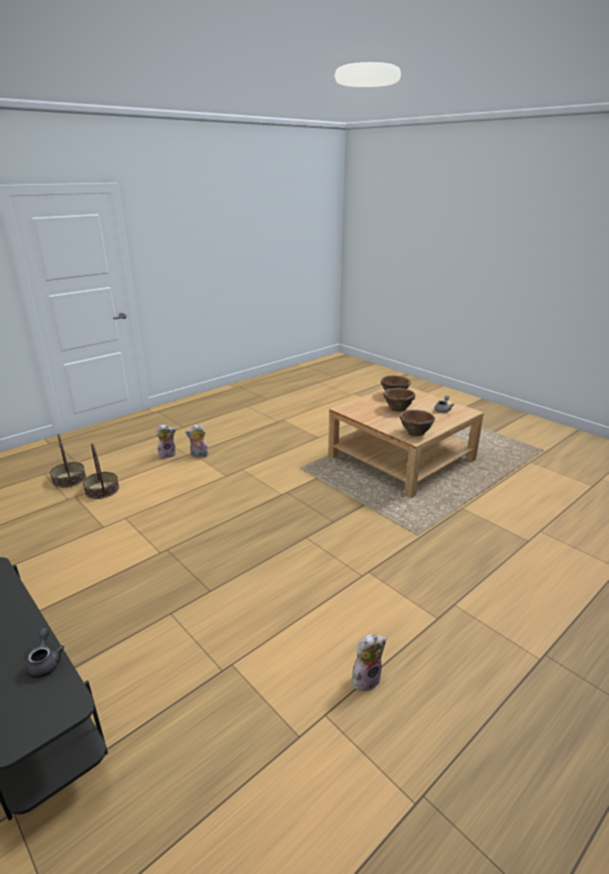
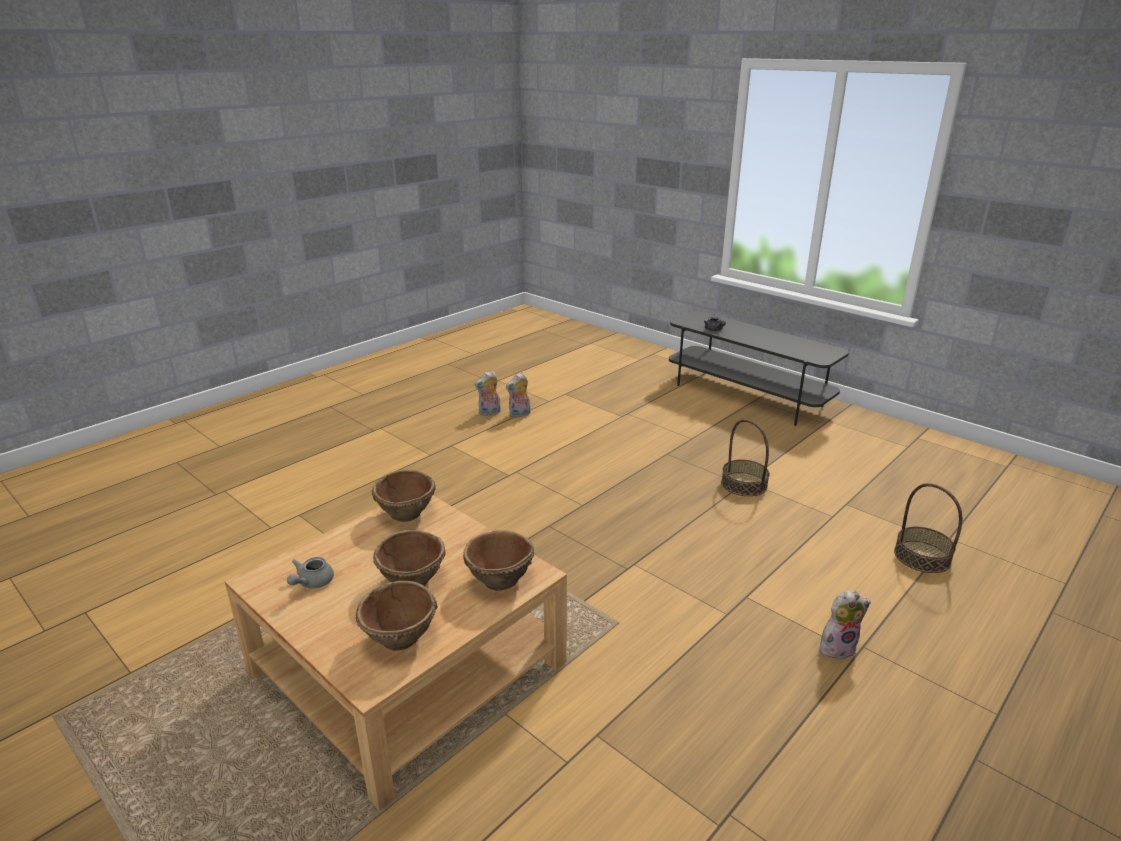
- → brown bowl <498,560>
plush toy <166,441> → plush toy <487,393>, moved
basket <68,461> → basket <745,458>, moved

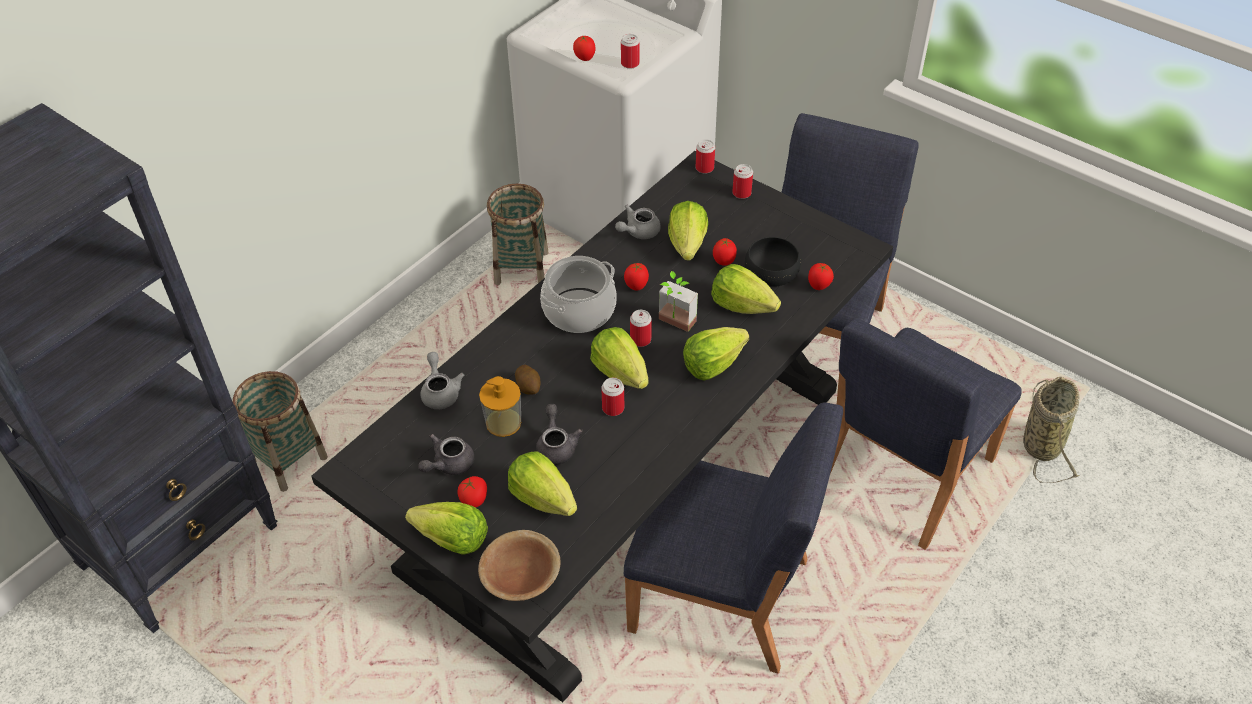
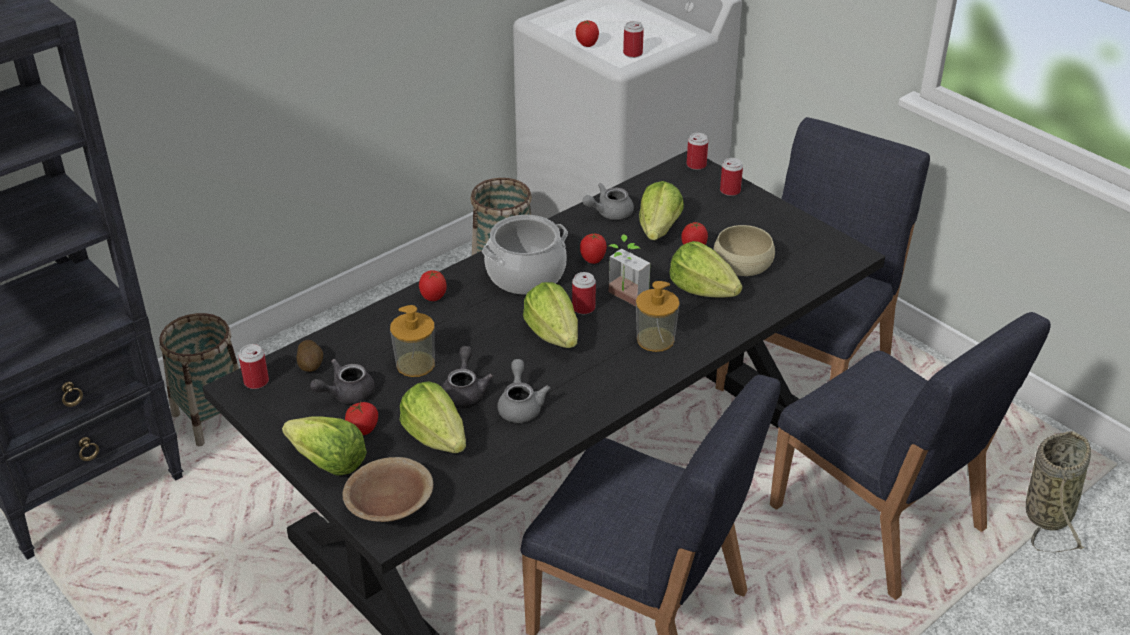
can <612,397> → can <254,366>, moved
potato <527,380> → potato <310,356>, moved
tomato <821,276> → tomato <432,285>, moved
grey teapot <442,380> → grey teapot <524,391>, moved
lettuce <716,354> → soap dispenser <658,316>
black bowl <773,262> → beige bowl <744,250>
blue chair <926,434> → blue chair <910,456>, 90 degrees counterclockwise

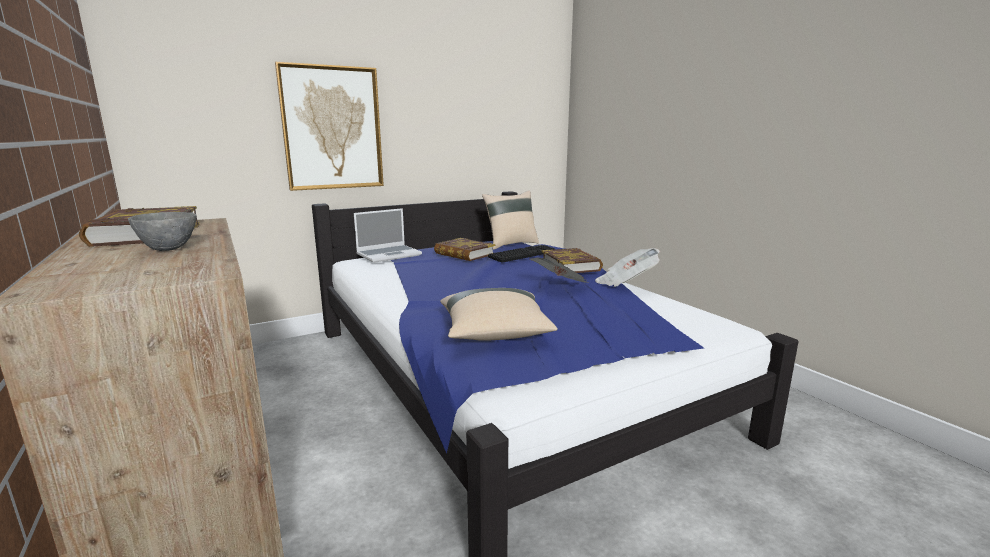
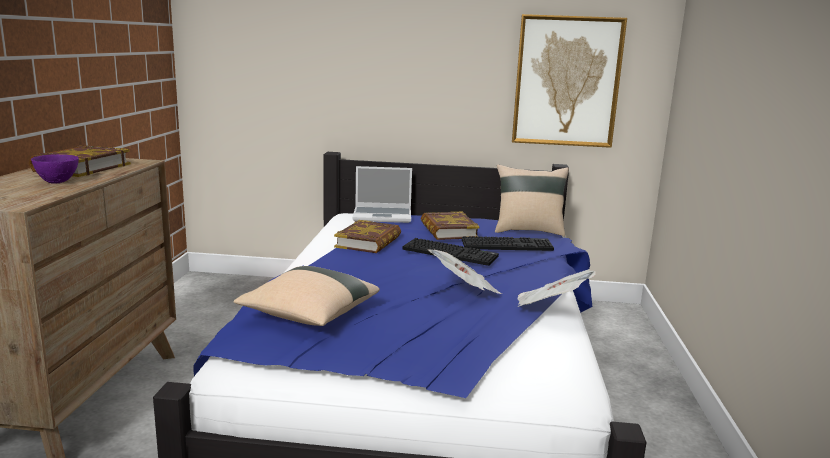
grey bowl <162,231> → purple bowl <55,169>
book <572,260> → book <367,236>, moved
- → keyboard <451,252>
picture <329,126> → picture <569,81>, moved

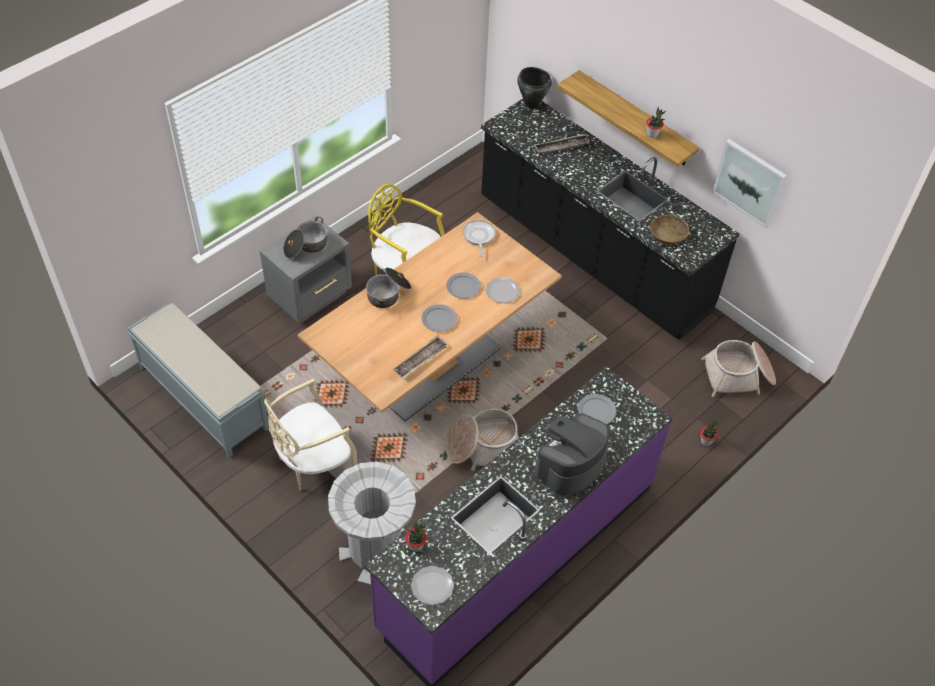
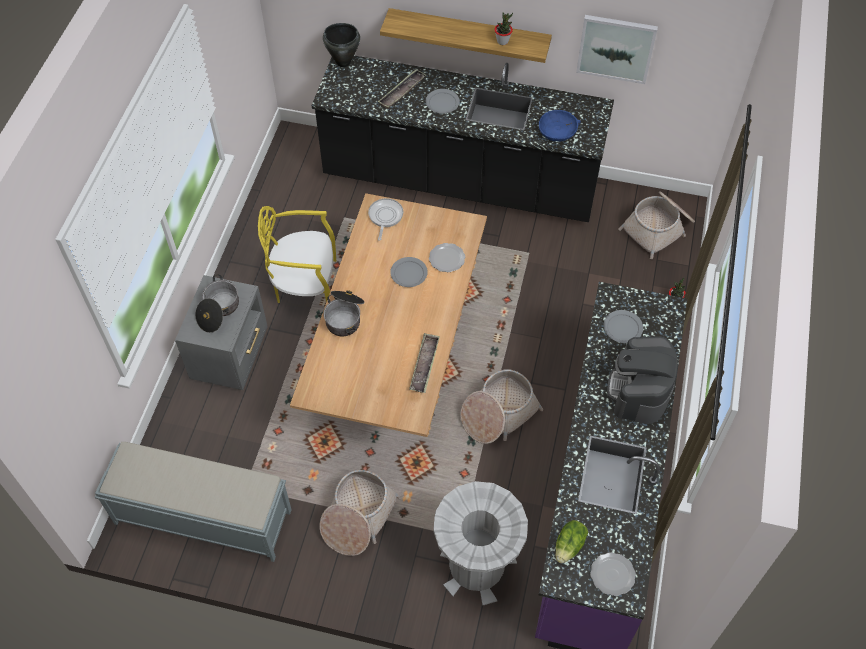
beige chair <310,435> → basket <360,513>
frying pan <479,238> → frying pan <385,219>, 45 degrees clockwise
grey plate <439,318> → grey plate <443,101>, moved
brown bowl <671,230> → blue bowl <560,126>
potted plant <416,537> → lettuce <571,542>

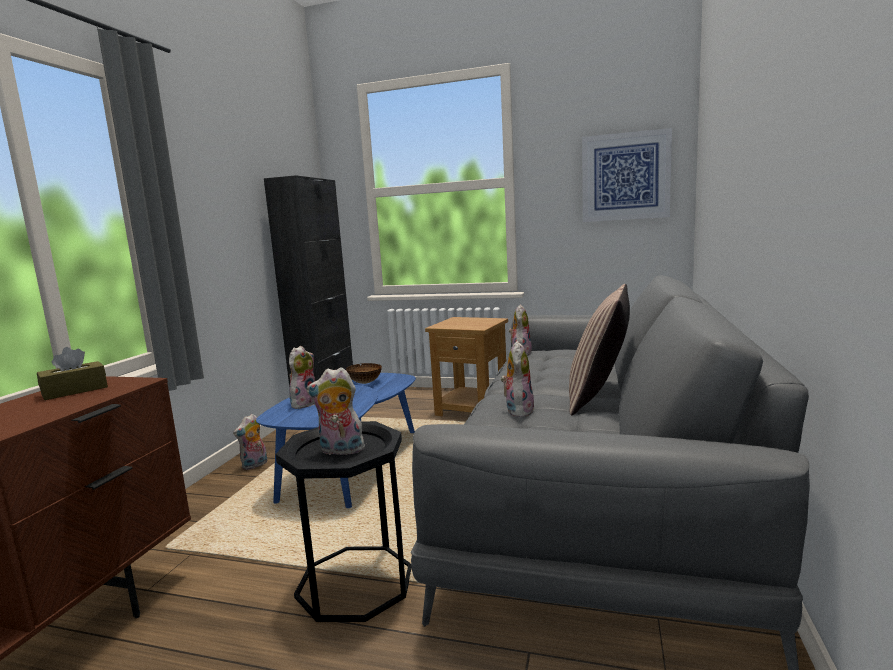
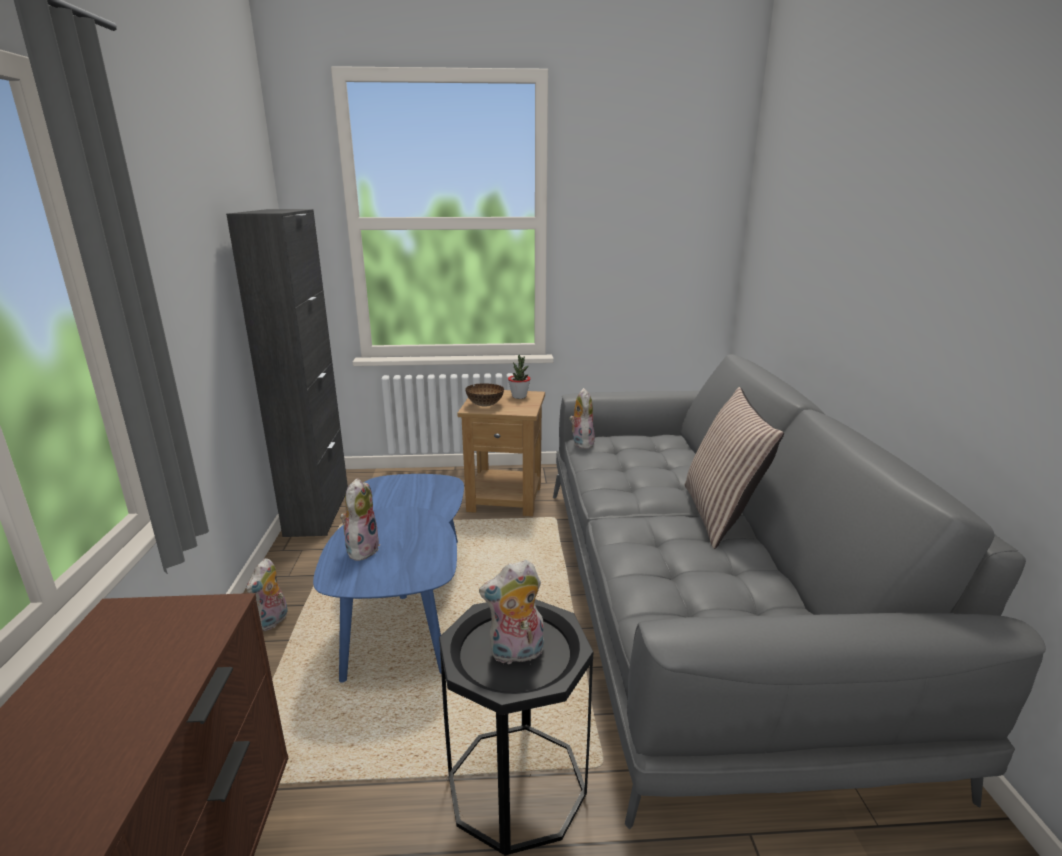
bowl <364,373> → bowl <484,395>, moved
- → potted plant <519,377>
brown tissue box <72,373> → -
plush toy <517,379> → -
picture <627,175> → -

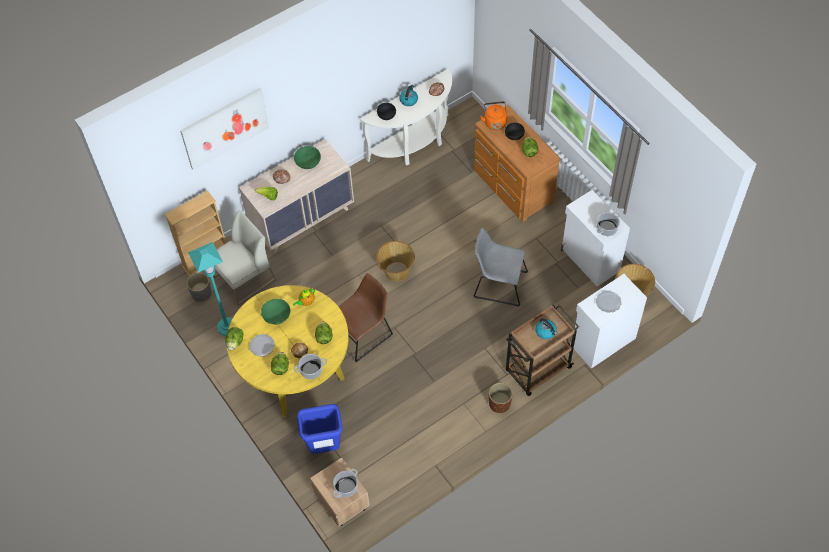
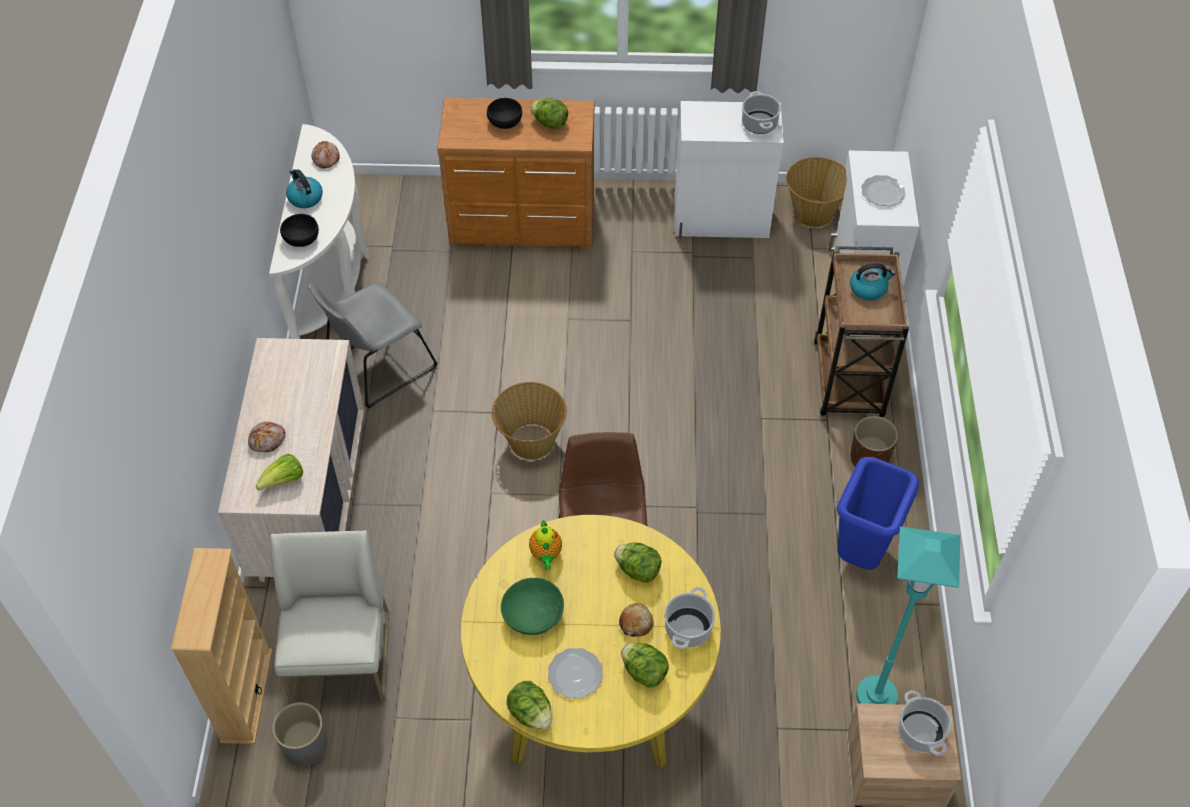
grey chair <501,267> → grey chair <373,345>, moved
blue trash can <320,429> → blue trash can <877,513>, moved
turquoise floor lamp <210,289> → turquoise floor lamp <908,615>, moved
picture <224,129> → -
green bowl <307,157> → -
orange kettle <493,116> → -

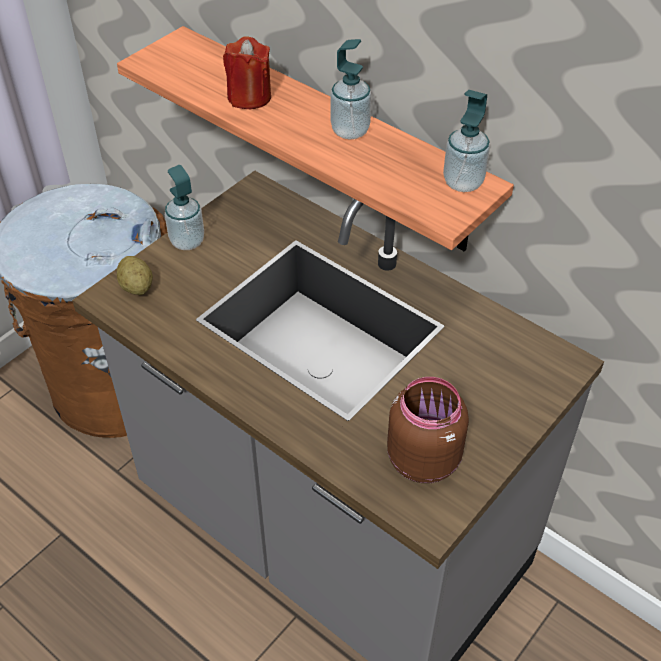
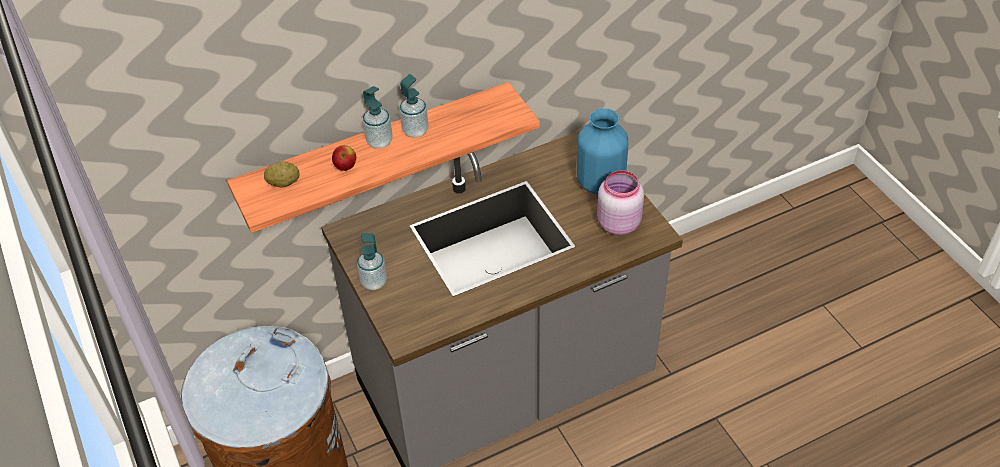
potato <135,275> → potato <282,175>, moved
red candle <247,72> → apple <344,158>
soap dispenser <466,141> → soap dispenser <378,117>, moved
- → blue vase <602,151>
brown jar <428,430> → pink jar <620,202>

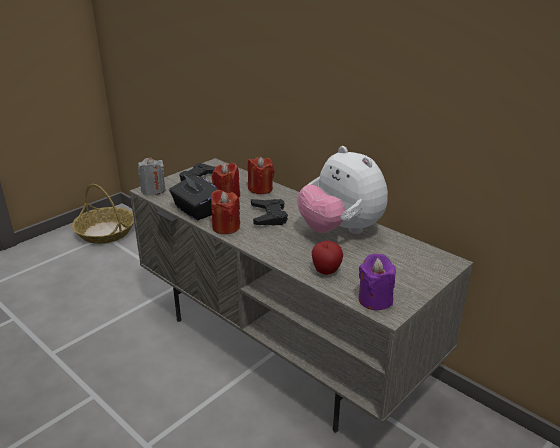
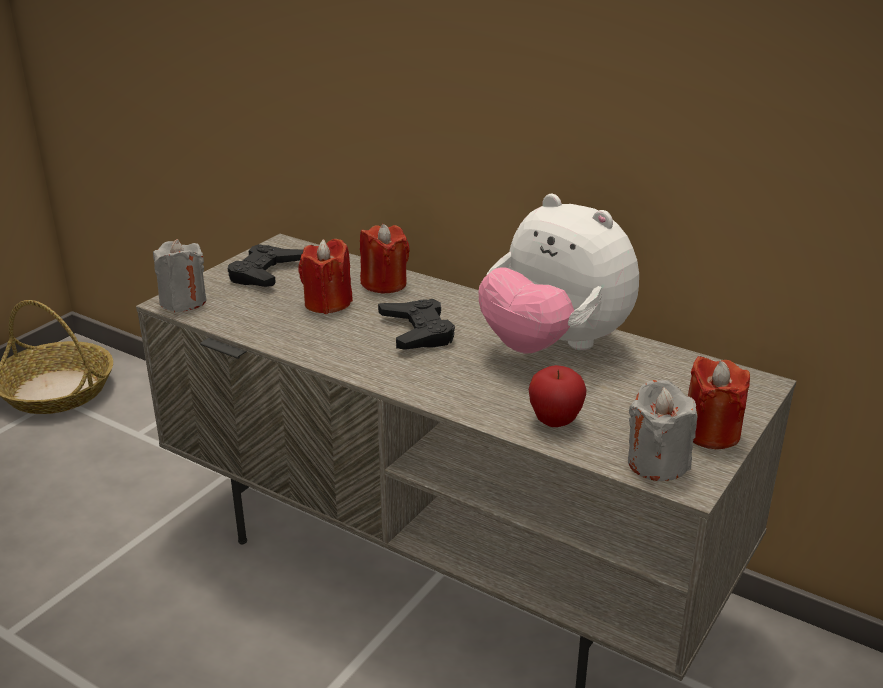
purple candle <377,281> → grey candle <662,430>
red candle <225,212> → red candle <719,402>, moved
black tissue box <194,196> → -

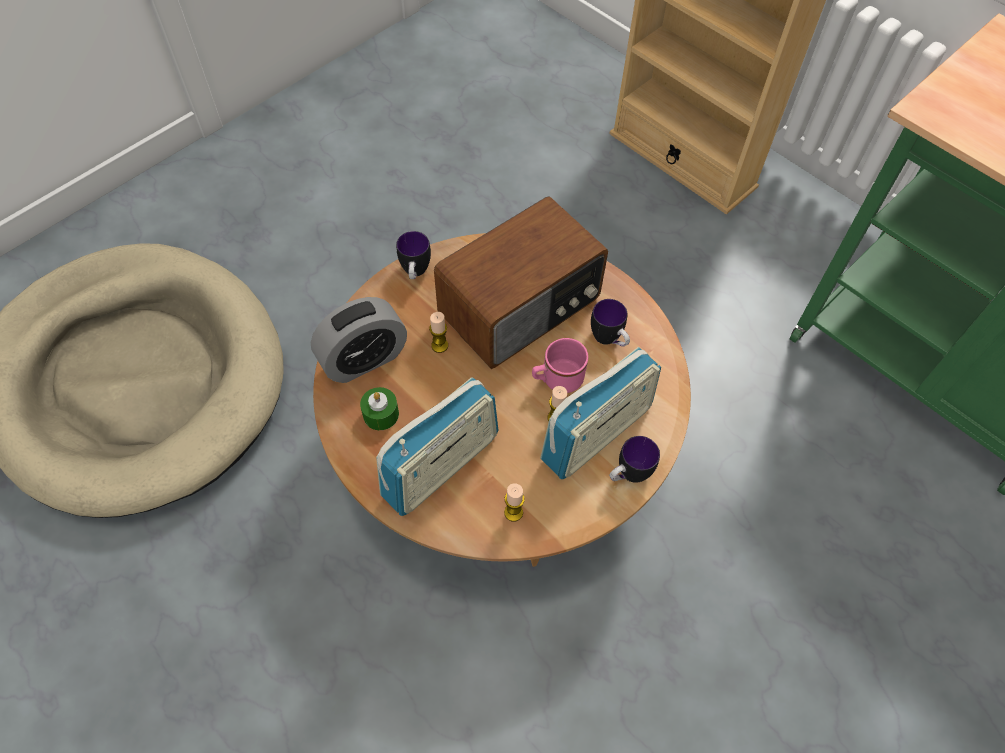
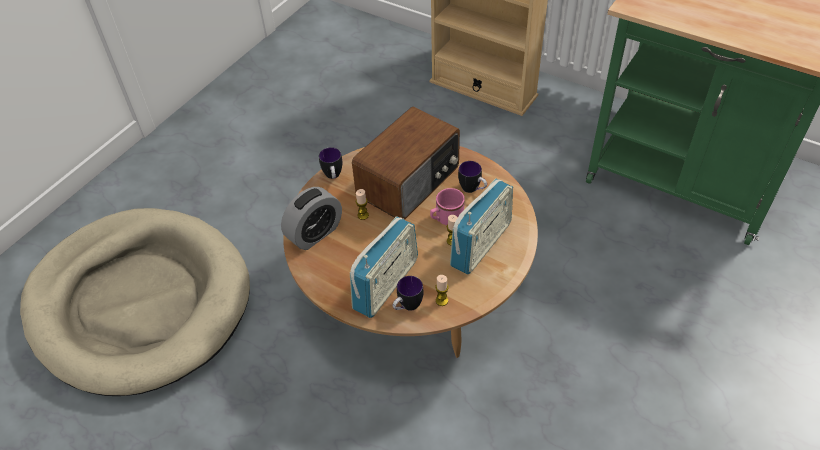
mug <634,459> → mug <407,293>, moved
green candle <379,408> → -

